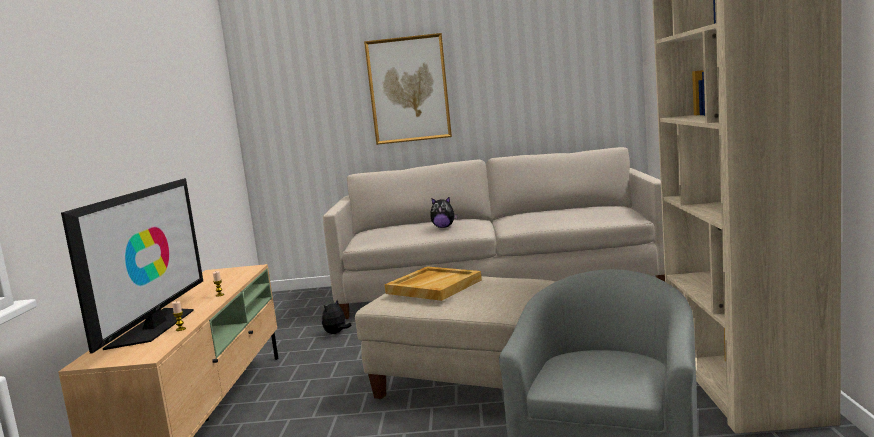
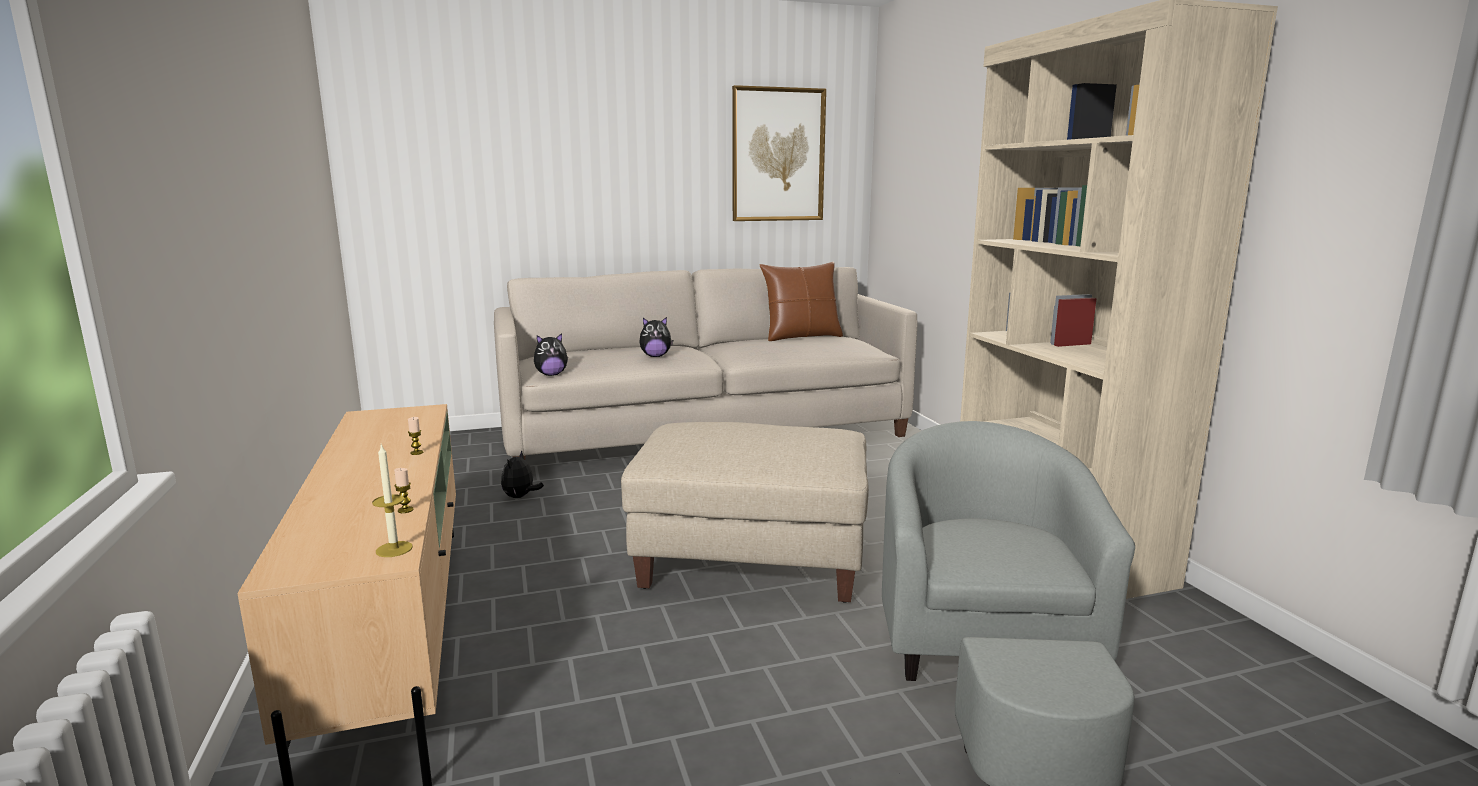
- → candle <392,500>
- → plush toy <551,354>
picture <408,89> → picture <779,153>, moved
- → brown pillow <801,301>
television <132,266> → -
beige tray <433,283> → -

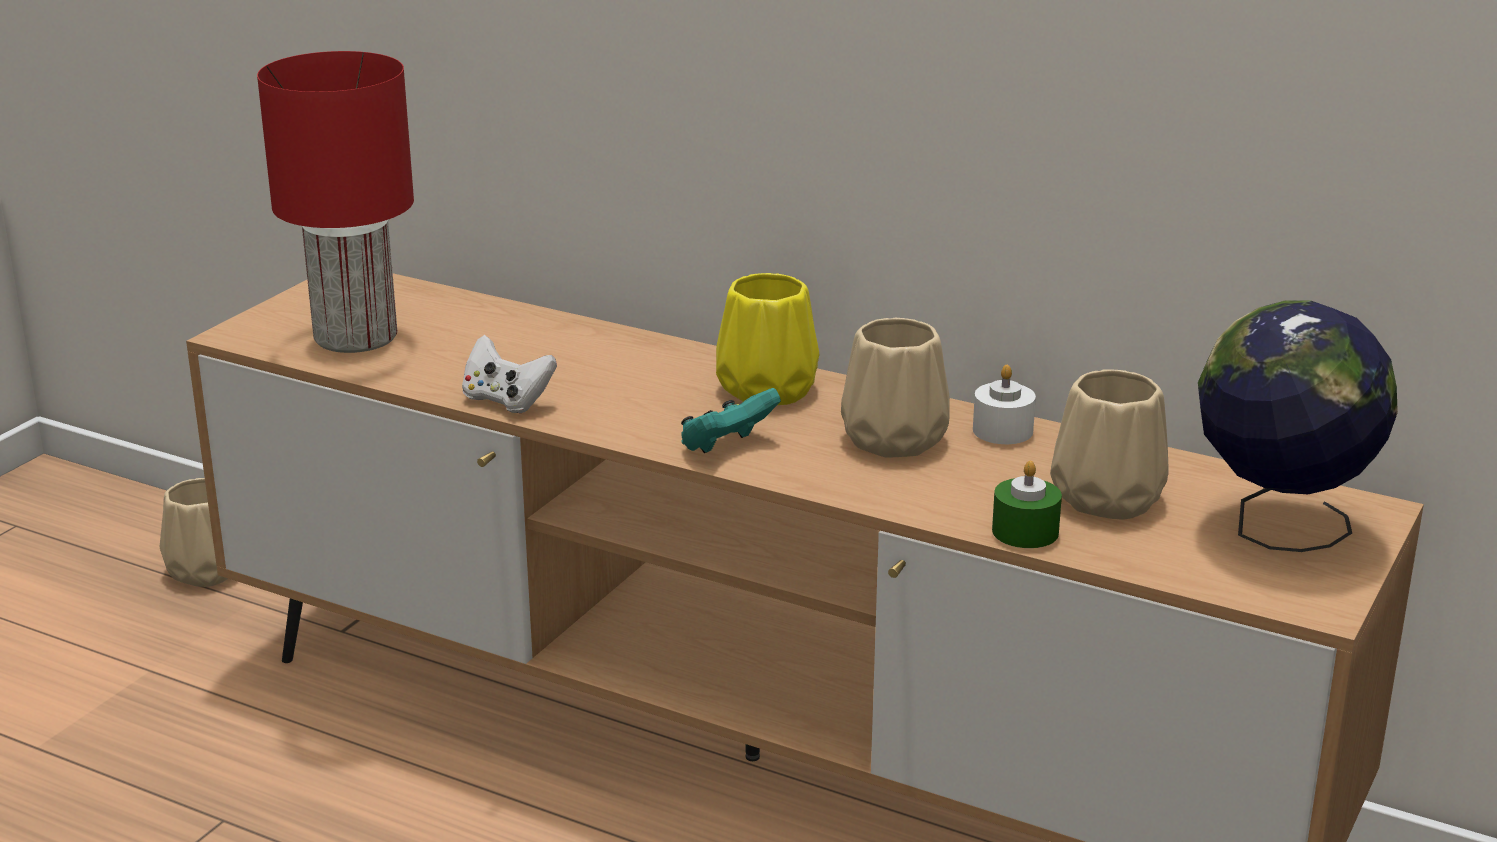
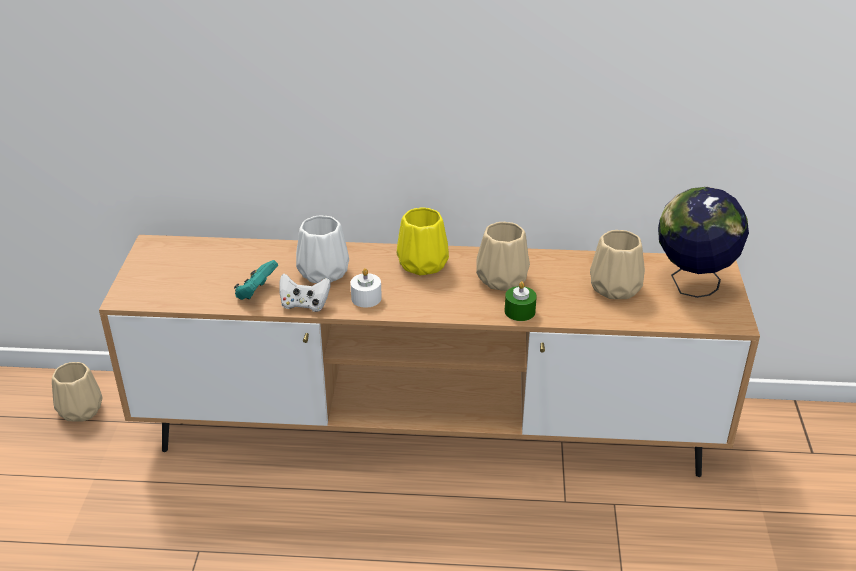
turquoise game controller <731,420> → turquoise game controller <256,280>, moved
- → white vase <322,249>
white candle <1004,404> → white candle <366,288>, moved
green candle <1027,504> → green candle <521,301>, moved
red table lamp <335,202> → -

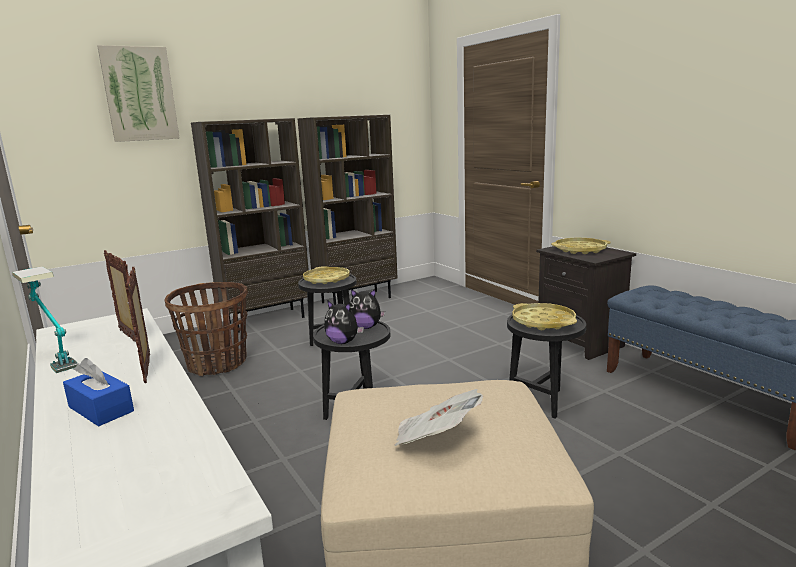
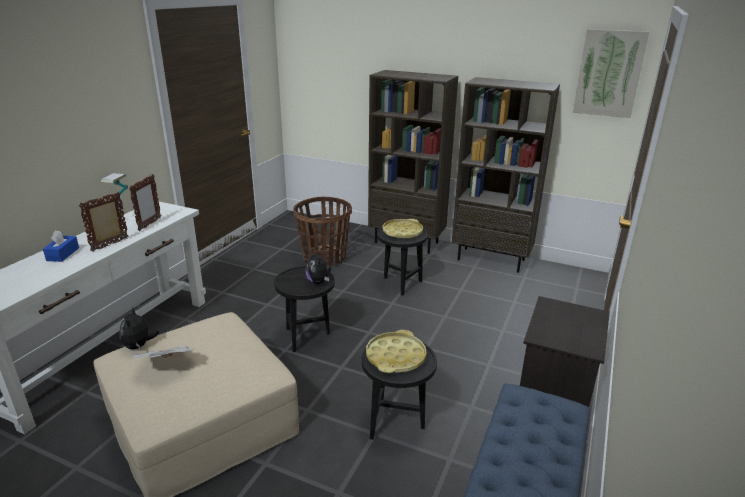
plush toy <344,322> → plush toy <139,328>, moved
picture <138,93> → picture <611,73>, moved
yellow tray <580,246> → -

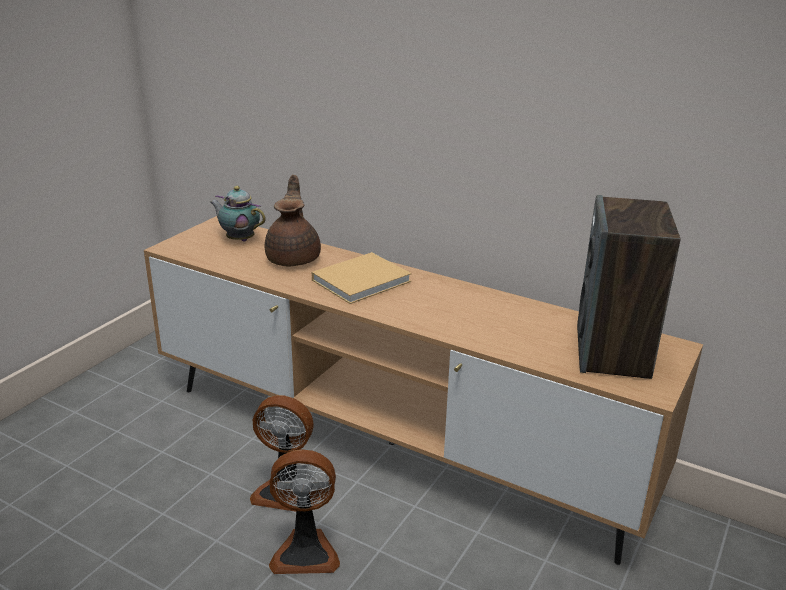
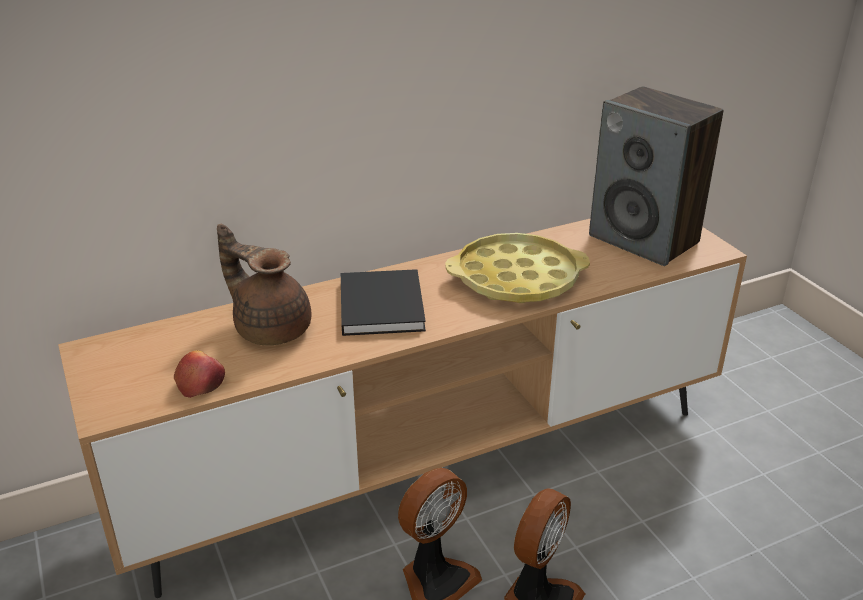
- → apple <199,374>
beige book <362,278> → black book <383,302>
- → yellow tray <517,268>
teapot <238,214> → -

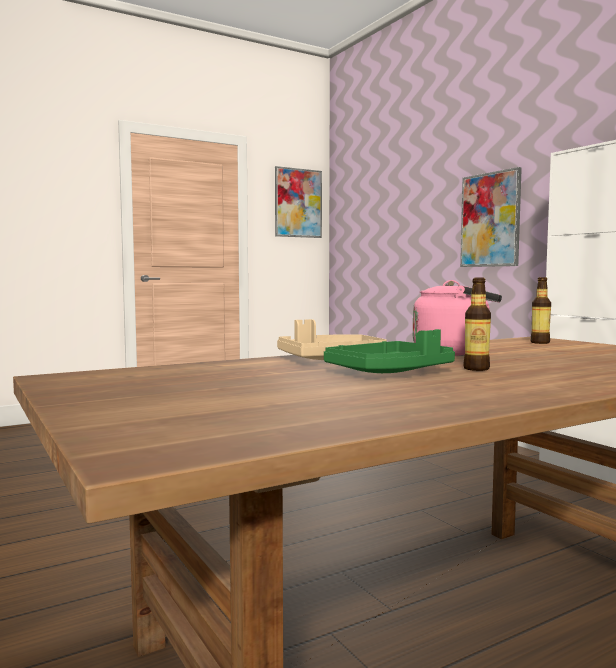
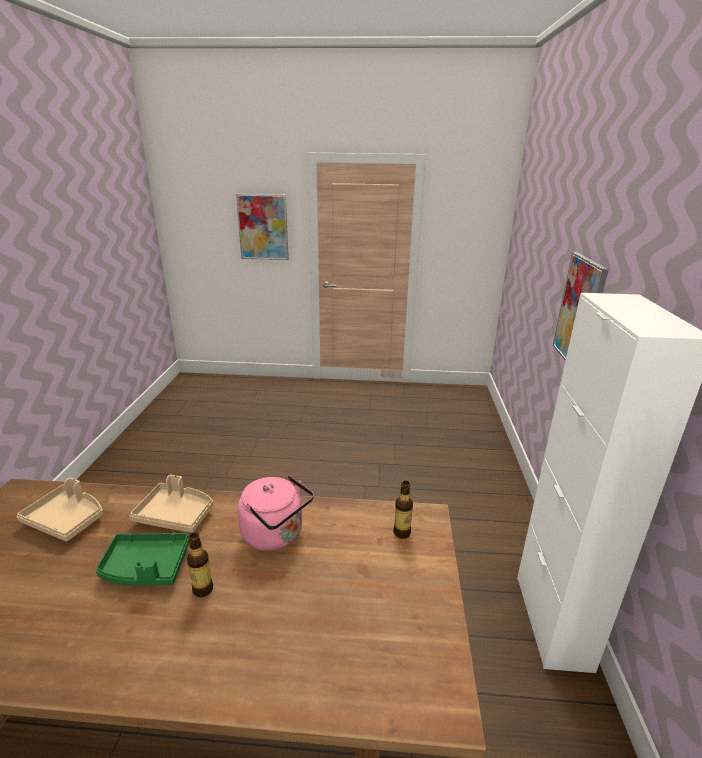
- → beige tray <60,510>
picture <298,202> → picture <262,227>, moved

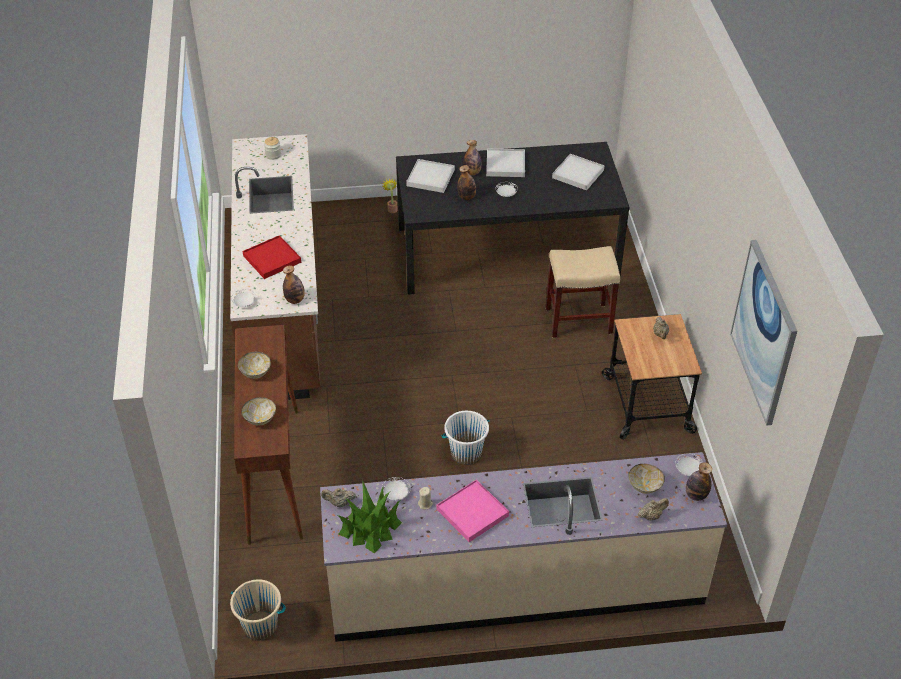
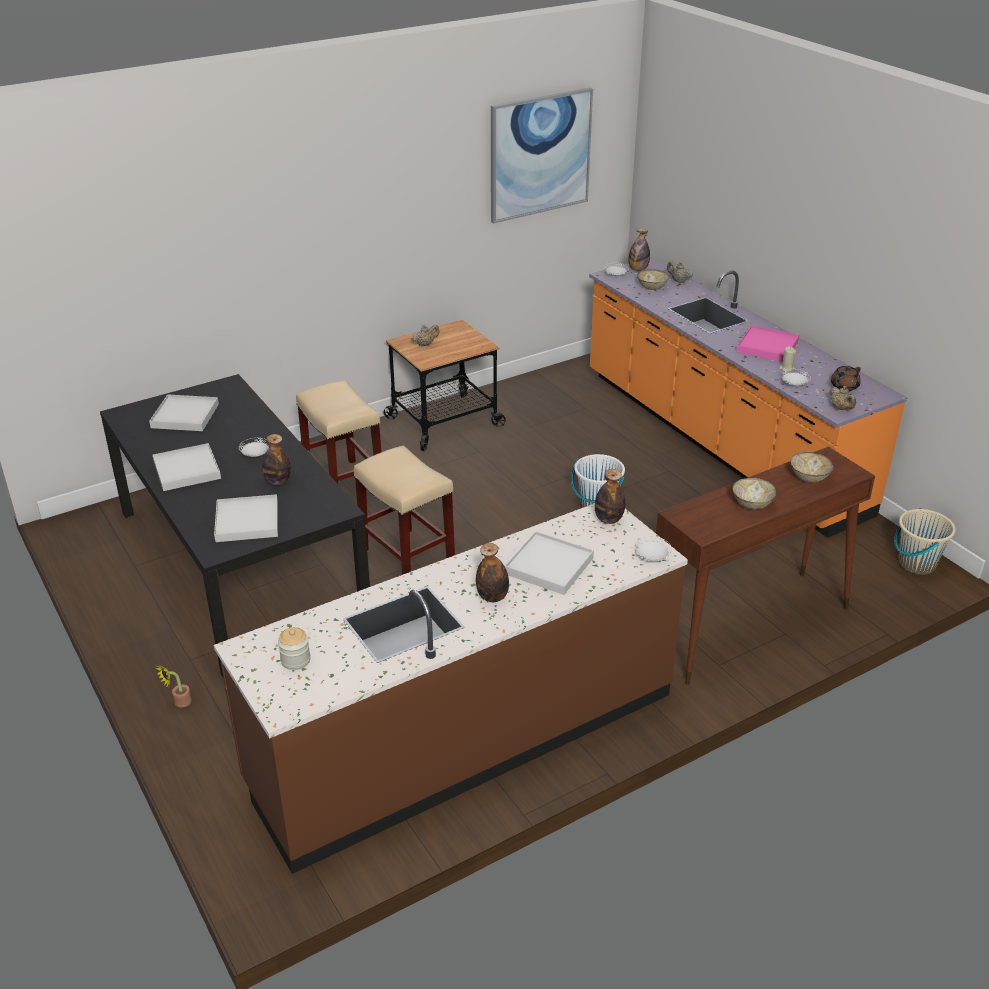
- → beige stool <404,510>
bottle <472,157> → bottle <492,572>, moved
red tray <272,257> → white tray <549,563>
beige counter <523,547> → orange counter <748,397>
potted plant <369,517> → brown teapot <846,378>

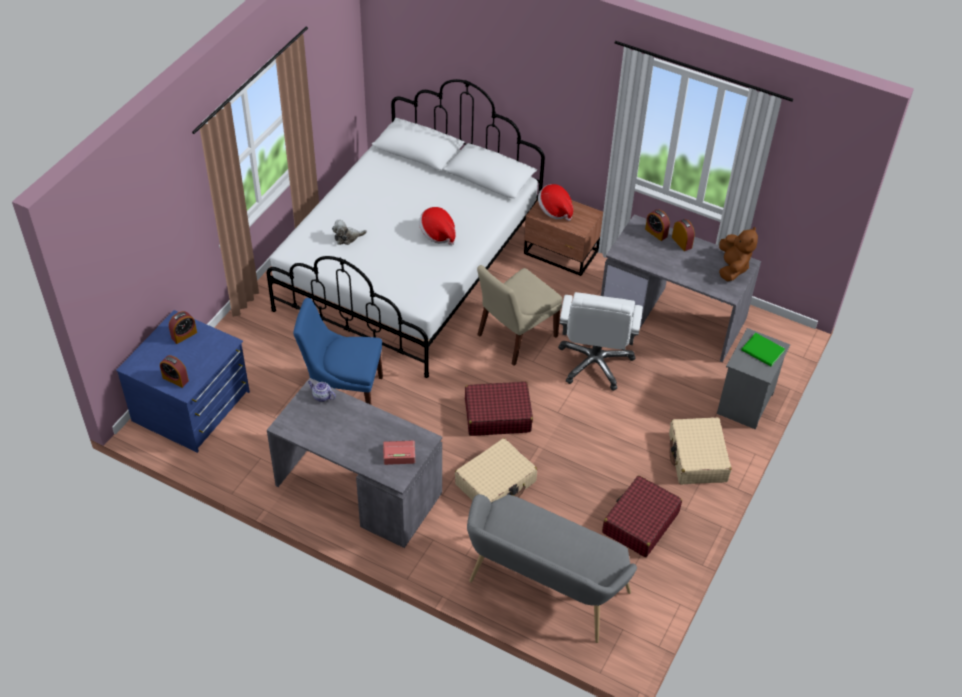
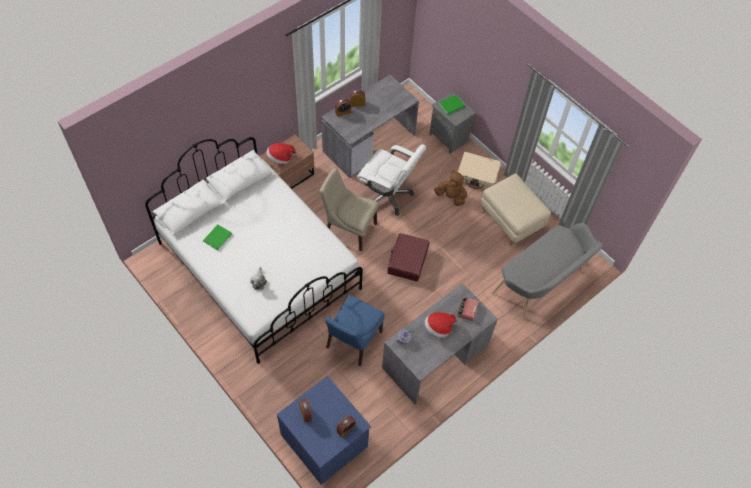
- → green book <217,237>
beige chair <519,315> → beige chair <349,209>, 135 degrees clockwise
hat <437,226> → hat <441,324>, moved
brown plush toy <738,254> → brown plush toy <450,188>, moved
red suitcase <642,516> → beige ottoman <516,209>
beige suitcase <496,470> → -

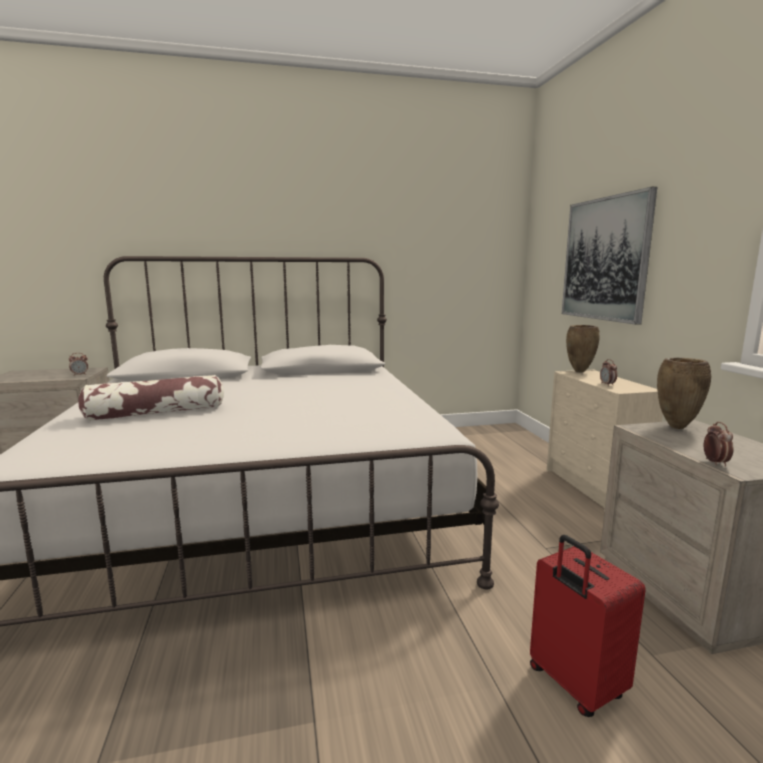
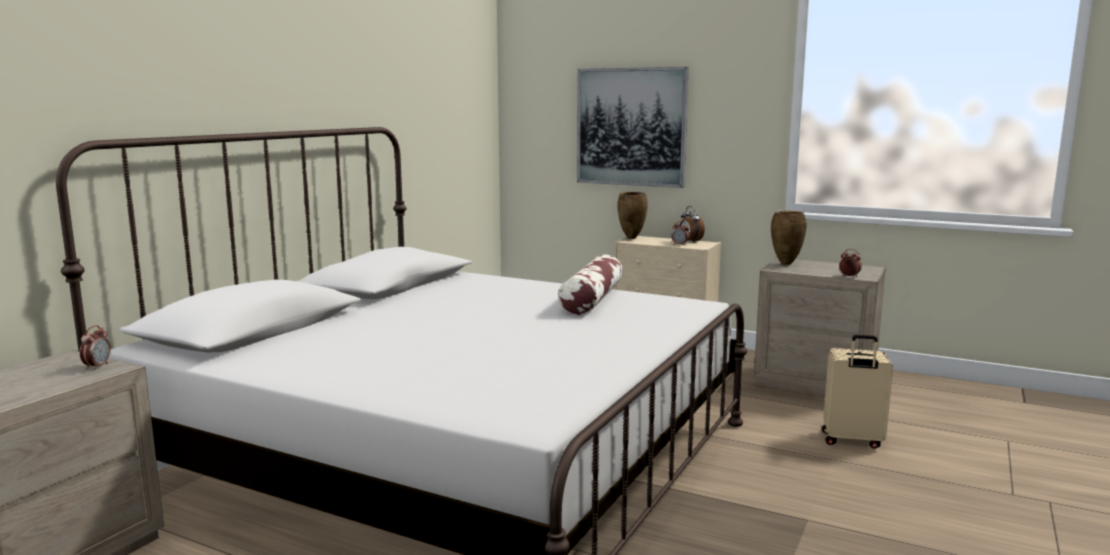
pillow <151,398> → pillow <590,285>, moved
- → alarm clock <692,224>
red suitcase <588,626> → beige suitcase <857,392>

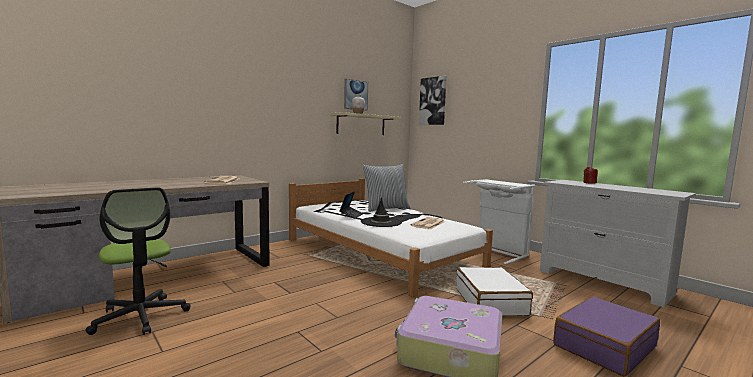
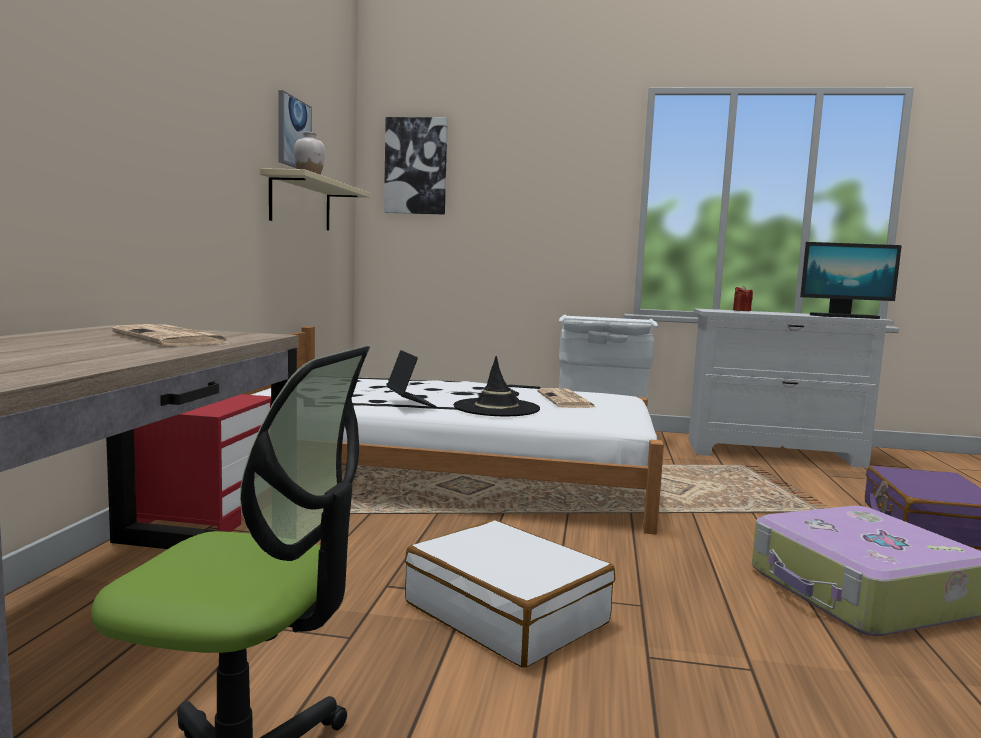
- → red nightstand <202,463>
white suitcase <494,291> → white suitcase <510,594>, moved
- → monitor <851,280>
pillow <386,188> → -

